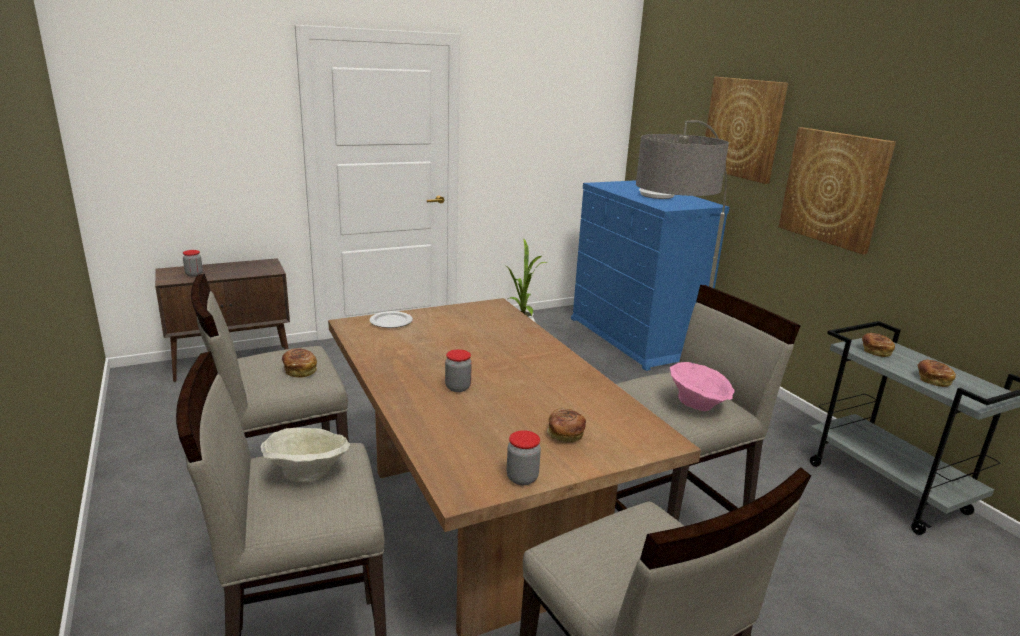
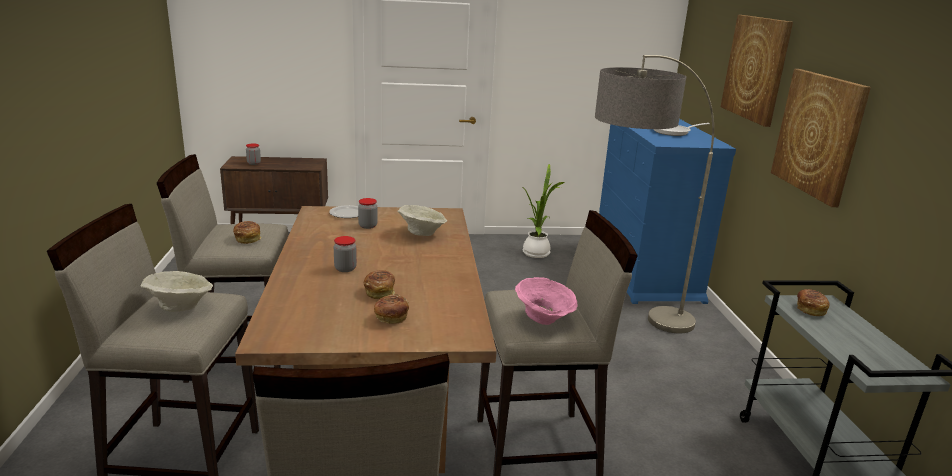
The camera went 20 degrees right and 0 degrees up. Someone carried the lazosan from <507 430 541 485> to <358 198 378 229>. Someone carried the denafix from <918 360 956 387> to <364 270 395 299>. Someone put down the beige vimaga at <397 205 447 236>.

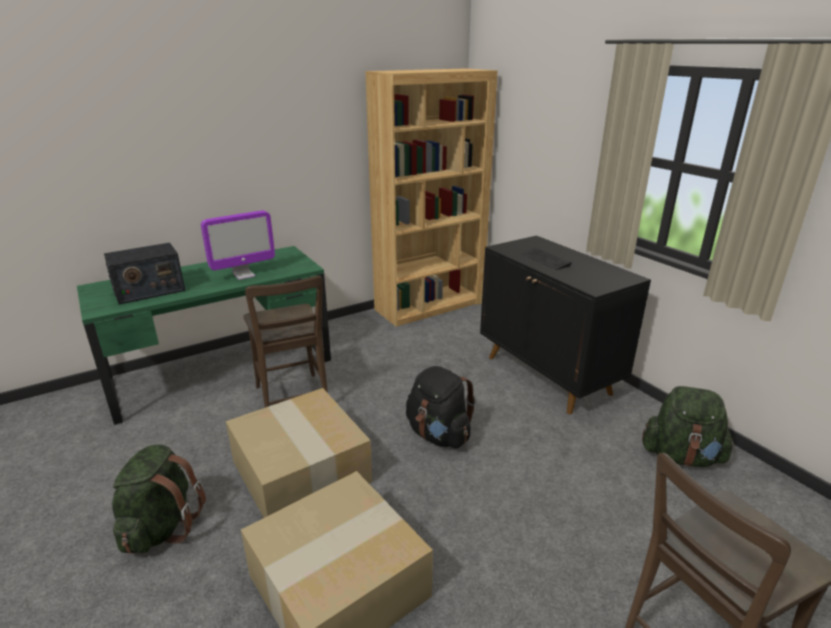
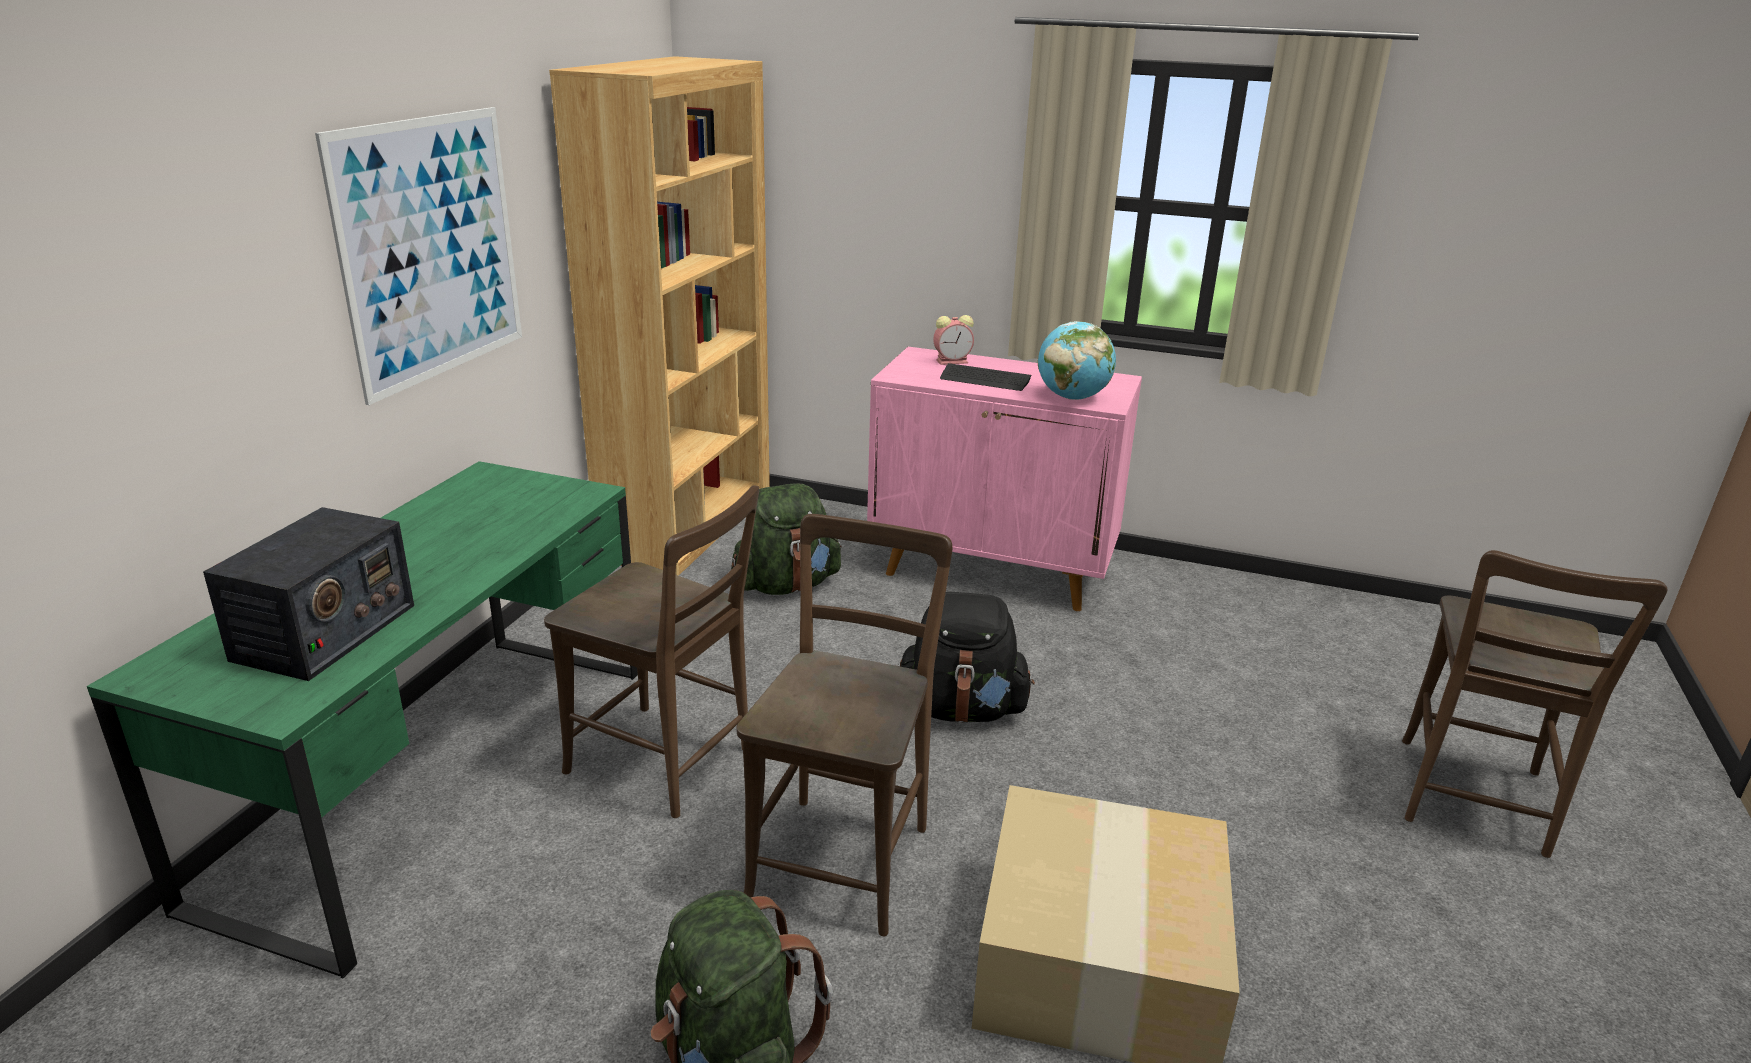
The camera went 40 degrees left and 0 degrees up. Someone put up the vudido at <315 107 522 405>. Someone carried the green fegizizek from <642 386 735 467> to <731 483 842 595>. Someone swapped the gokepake at <226 388 373 518> for the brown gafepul at <736 514 952 937>. Someone repainted the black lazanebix at <480 236 651 414>, which became the pink lazanebix at <867 347 1142 611>. Someone put down the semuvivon at <933 315 974 365>. Someone put down the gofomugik at <1038 321 1116 400>. Someone took away the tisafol at <201 210 275 280>.

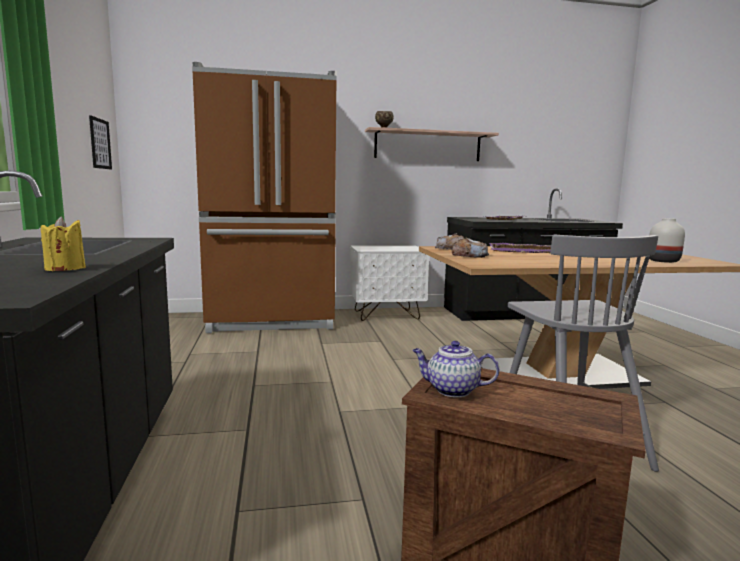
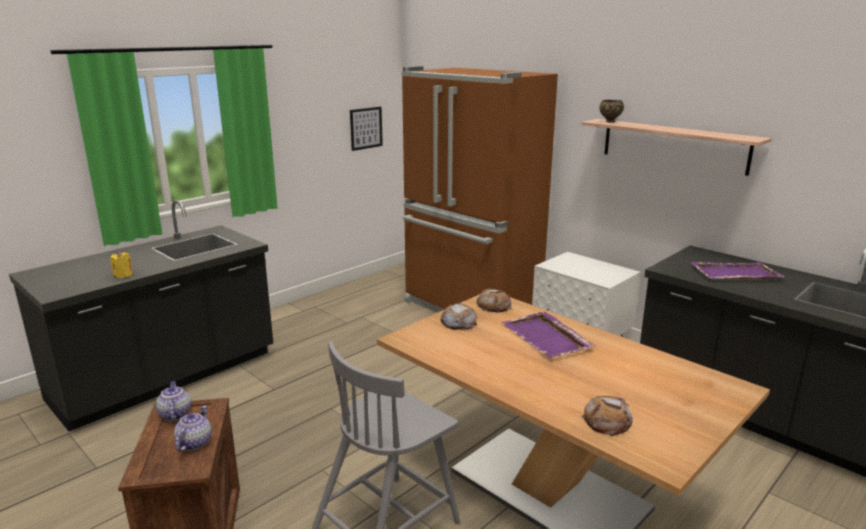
The camera went 55 degrees right and 10 degrees up. Someone put down the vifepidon at <174 406 212 452>. Someone swapped the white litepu at <649 218 685 263> for the denafix at <581 395 633 436>.

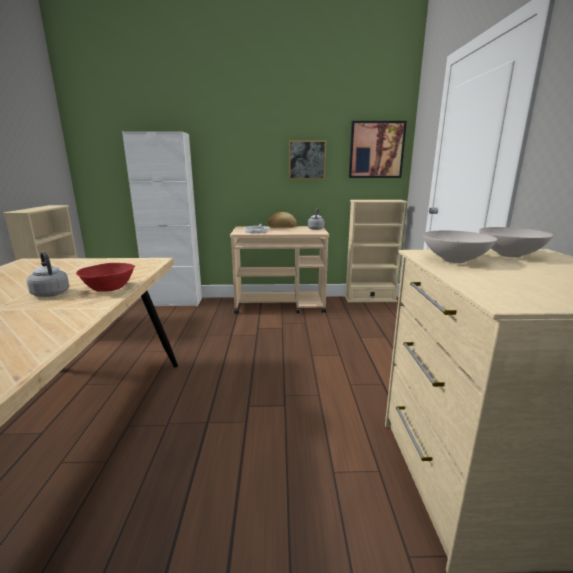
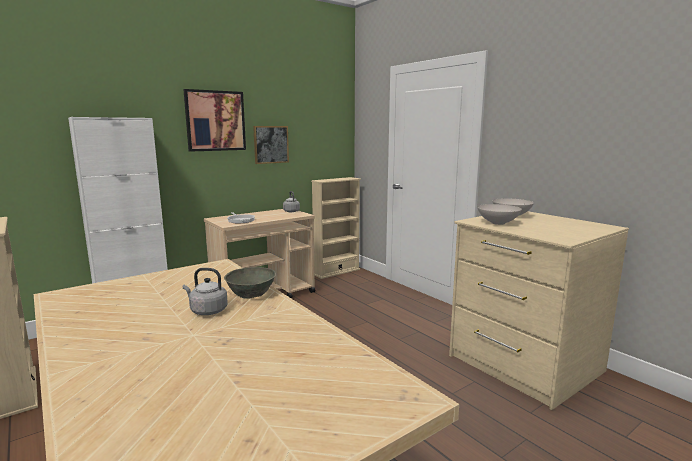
The camera went 35 degrees left and 5 degrees down. Someone carried the vudido from <349 121 407 178> to <183 89 246 152>. Someone repainted the red vimaga at <76 263 135 292>, which became the grey vimaga at <224 267 276 299>. Someone took away the denafix at <268 212 297 228>.

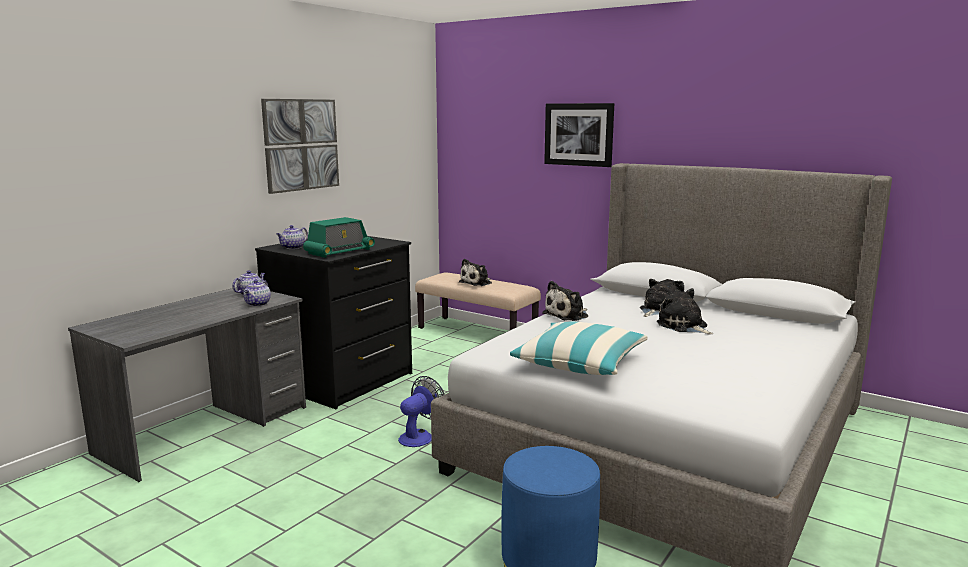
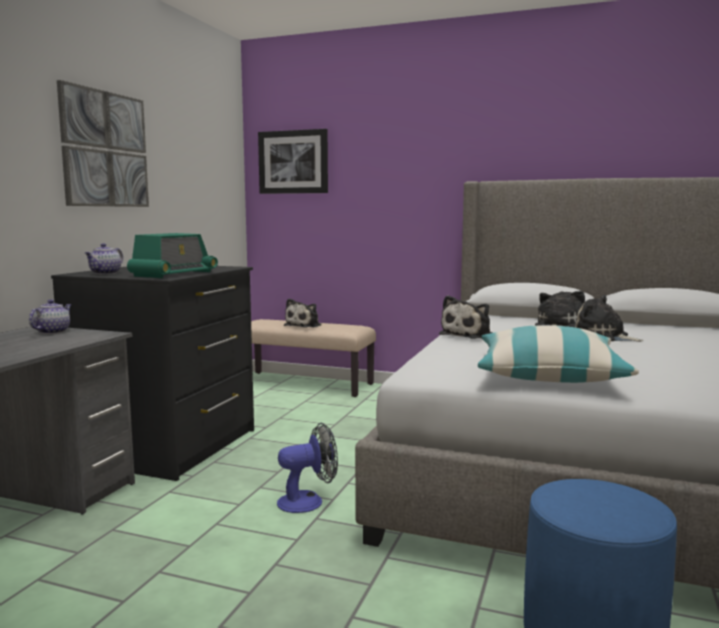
The camera went 15 degrees left and 5 degrees down. Someone carried the vudido from <544 103 614 167> to <258 129 328 194>. Someone rotated the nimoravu at <398 376 445 447> by 45 degrees clockwise. Someone took away the vifepidon at <243 280 271 306>.

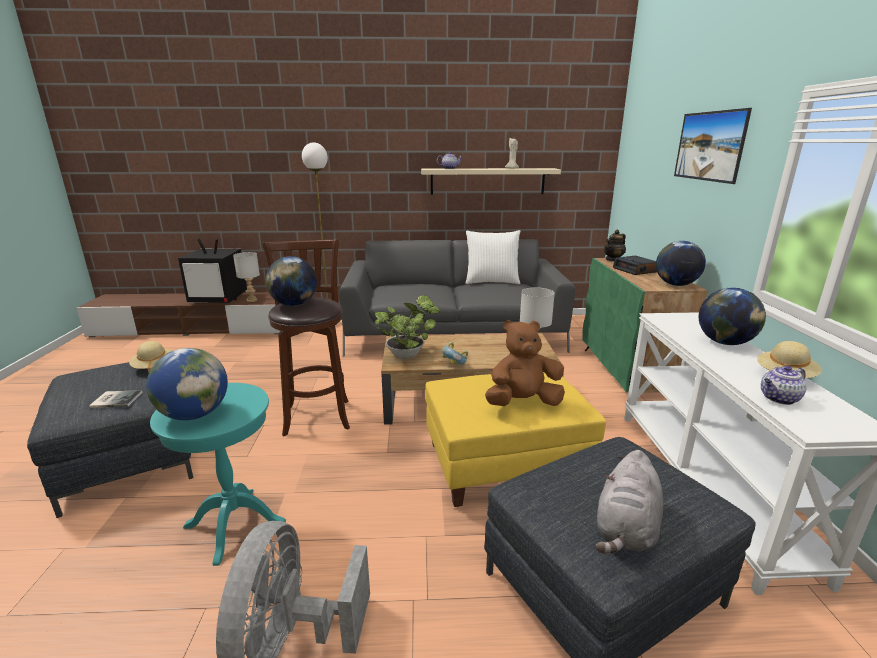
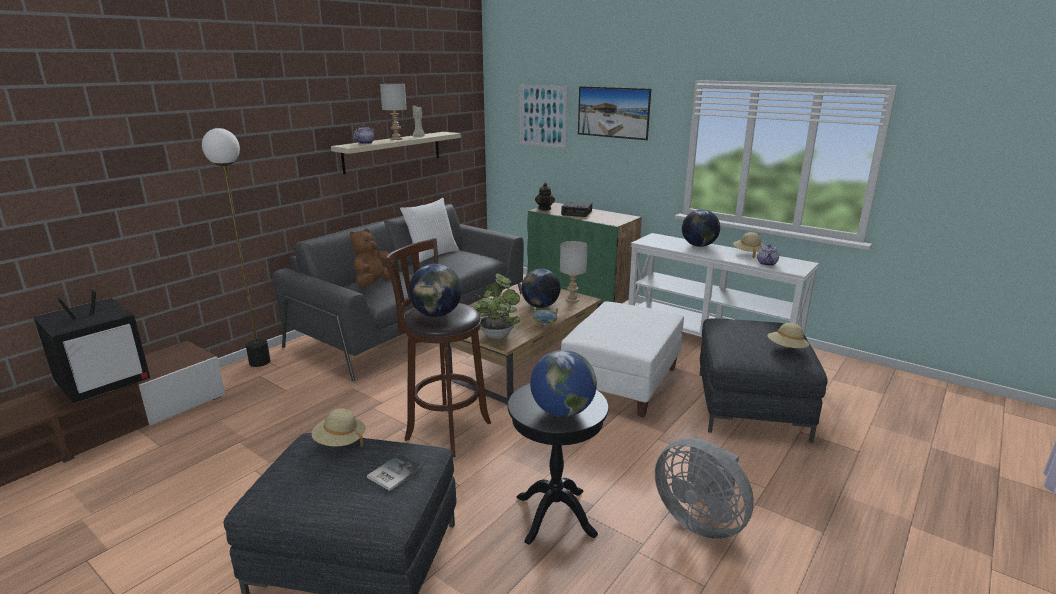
The camera went 50 degrees left and 0 degrees up. Someone carried the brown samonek from <485 320 565 406> to <350 229 391 287>. Someone carried the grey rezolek from <233 252 260 302> to <380 84 407 140>. Someone repainted the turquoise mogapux at <150 383 286 566>, which became the black mogapux at <507 383 609 545>. Someone put up the vudido at <519 85 568 148>. Someone carried the gofomugik from <656 241 706 286> to <521 269 560 308>. Someone repainted the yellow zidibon at <425 372 606 507>, which became the white zidibon at <561 301 684 417>. Someone swapped the grey samonek at <596 450 664 554> for the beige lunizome at <767 323 809 348>.

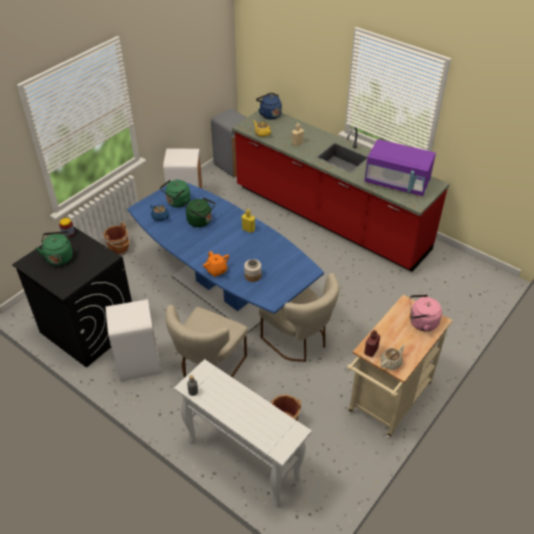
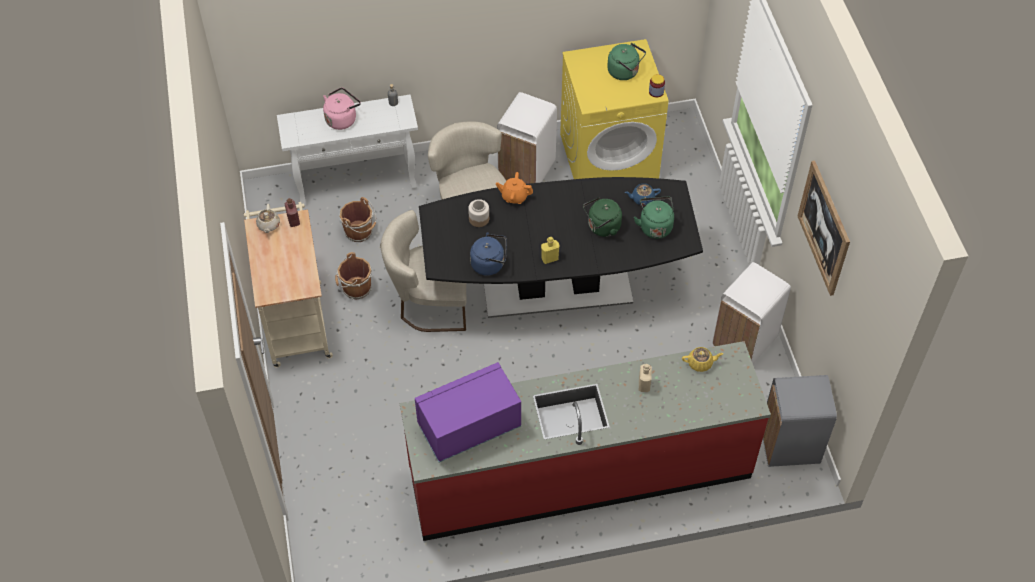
The camera went 130 degrees right and 10 degrees up. Someone carried the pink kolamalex from <410 294 442 332> to <323 87 361 130>. Someone carried the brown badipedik from <103 222 130 256> to <335 252 372 300>. Someone repainted the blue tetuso at <127 179 324 333>, which became the black tetuso at <419 177 703 318>. Someone carried the blue kolamalex from <256 93 282 120> to <470 232 507 276>. Someone repainted the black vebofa at <12 226 132 368>, which became the yellow vebofa at <560 39 669 179>. Someone put up the vudido at <798 161 850 296>.

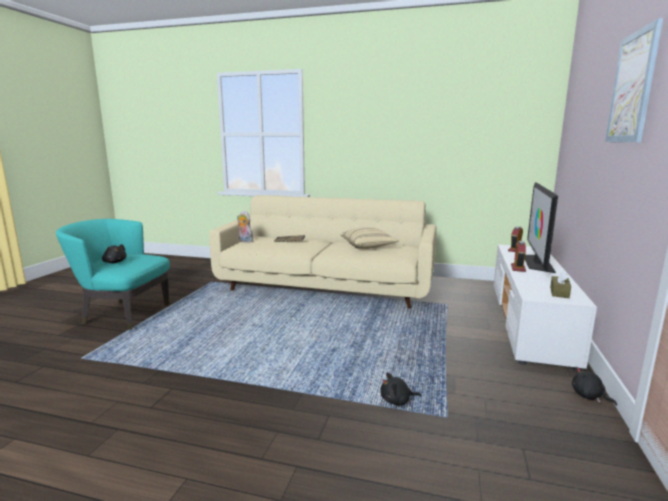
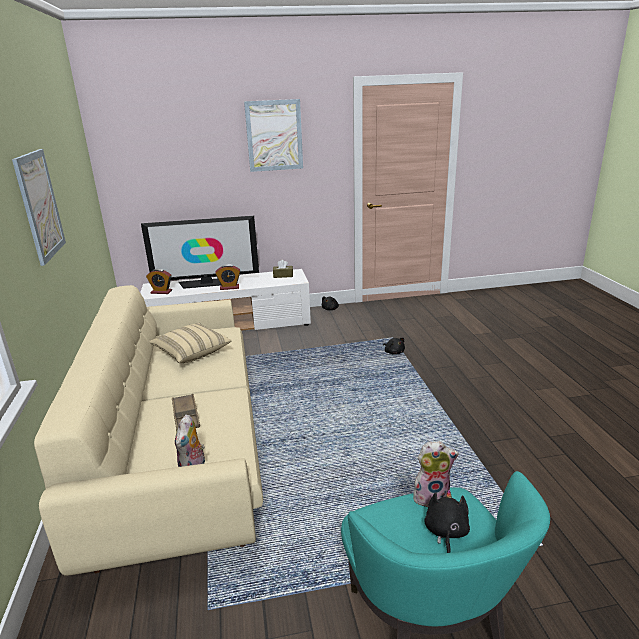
The camera went 115 degrees left and 10 degrees up. Someone put up the vudido at <12 149 66 266>. Someone put down the samonek at <413 441 459 509>.

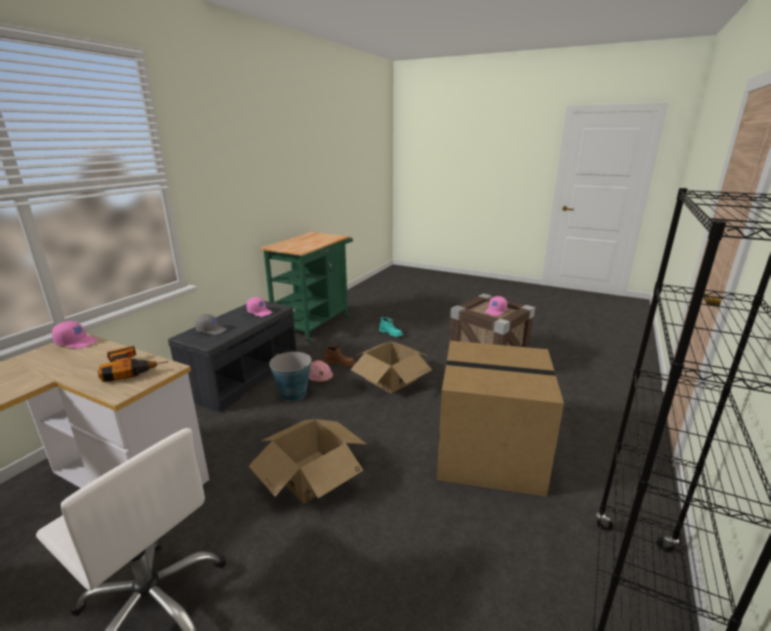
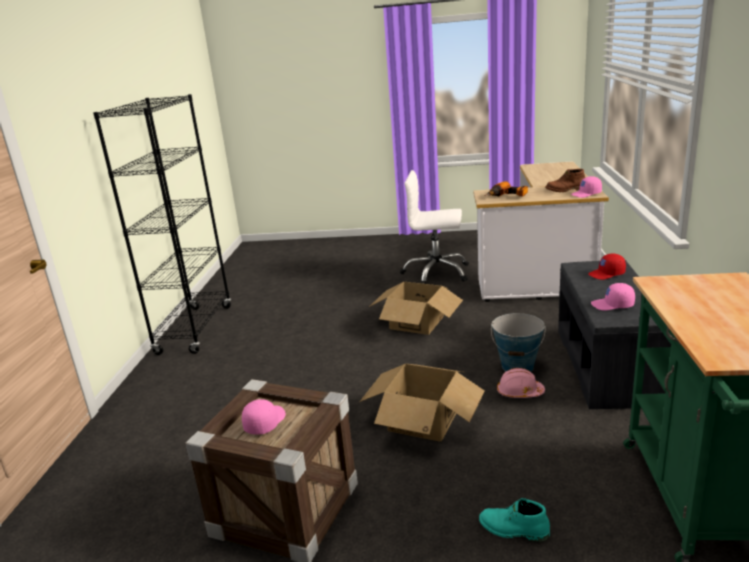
The camera went 160 degrees right and 0 degrees up. Someone carried the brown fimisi from <324 346 356 367> to <545 169 585 192>. Someone repainted the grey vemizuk at <195 314 227 335>, which became the red vemizuk at <588 253 626 280>. Someone took away the gokepake at <437 341 564 497>.

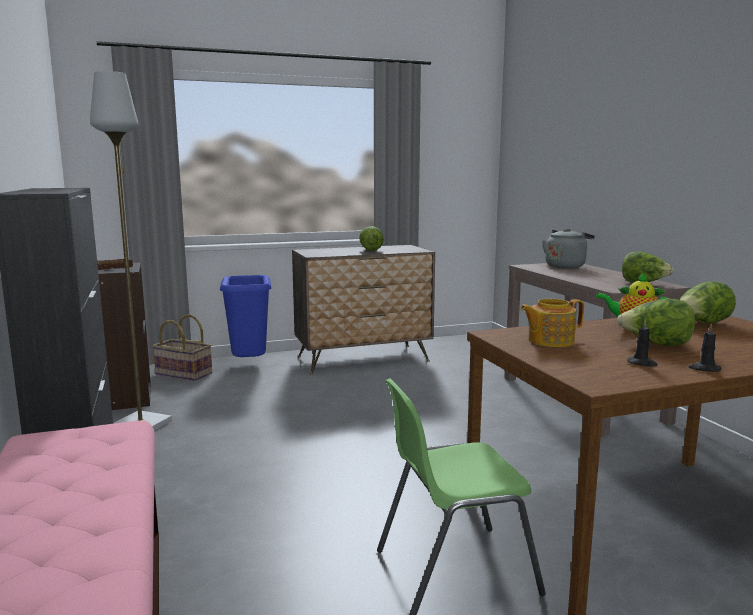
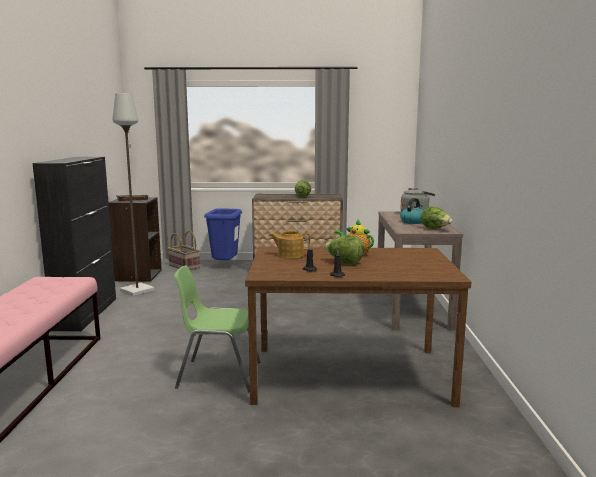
The camera went 20 degrees right and 0 degrees up. Someone put down the kolamalex at <400 198 423 224>. Someone took away the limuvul at <680 281 736 323>.

